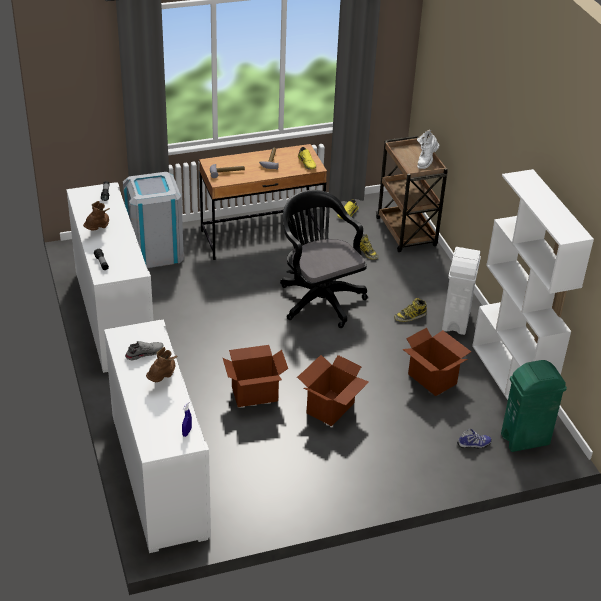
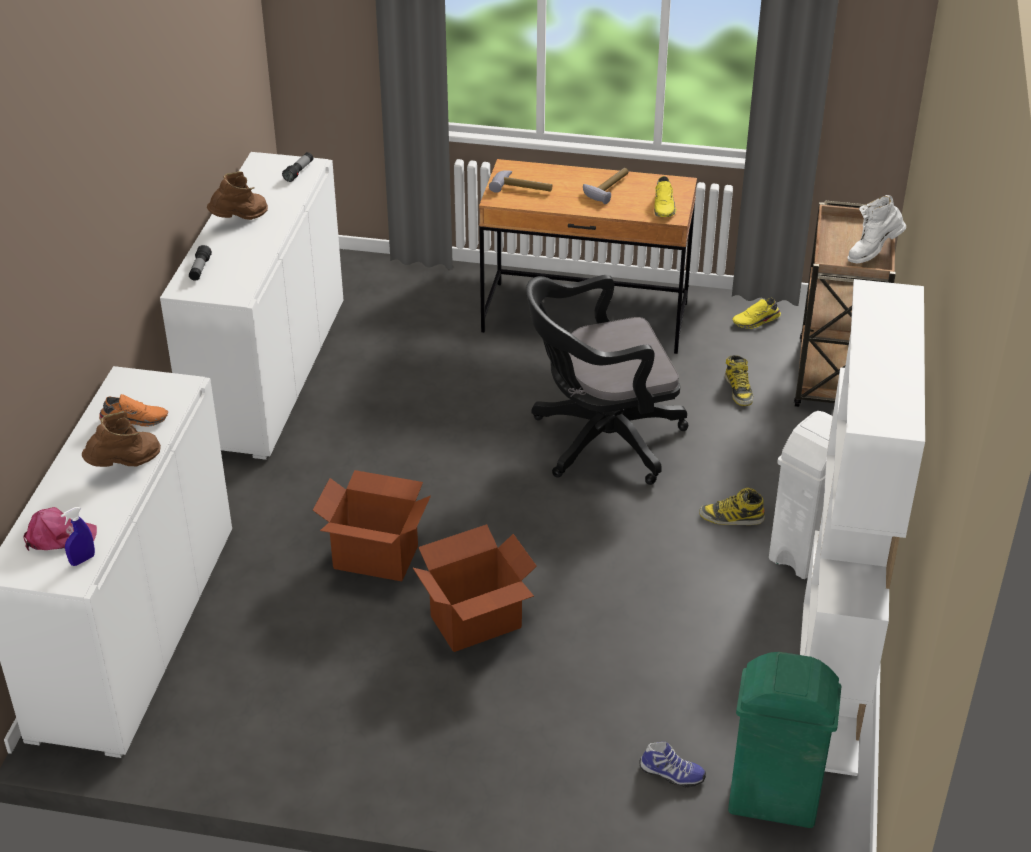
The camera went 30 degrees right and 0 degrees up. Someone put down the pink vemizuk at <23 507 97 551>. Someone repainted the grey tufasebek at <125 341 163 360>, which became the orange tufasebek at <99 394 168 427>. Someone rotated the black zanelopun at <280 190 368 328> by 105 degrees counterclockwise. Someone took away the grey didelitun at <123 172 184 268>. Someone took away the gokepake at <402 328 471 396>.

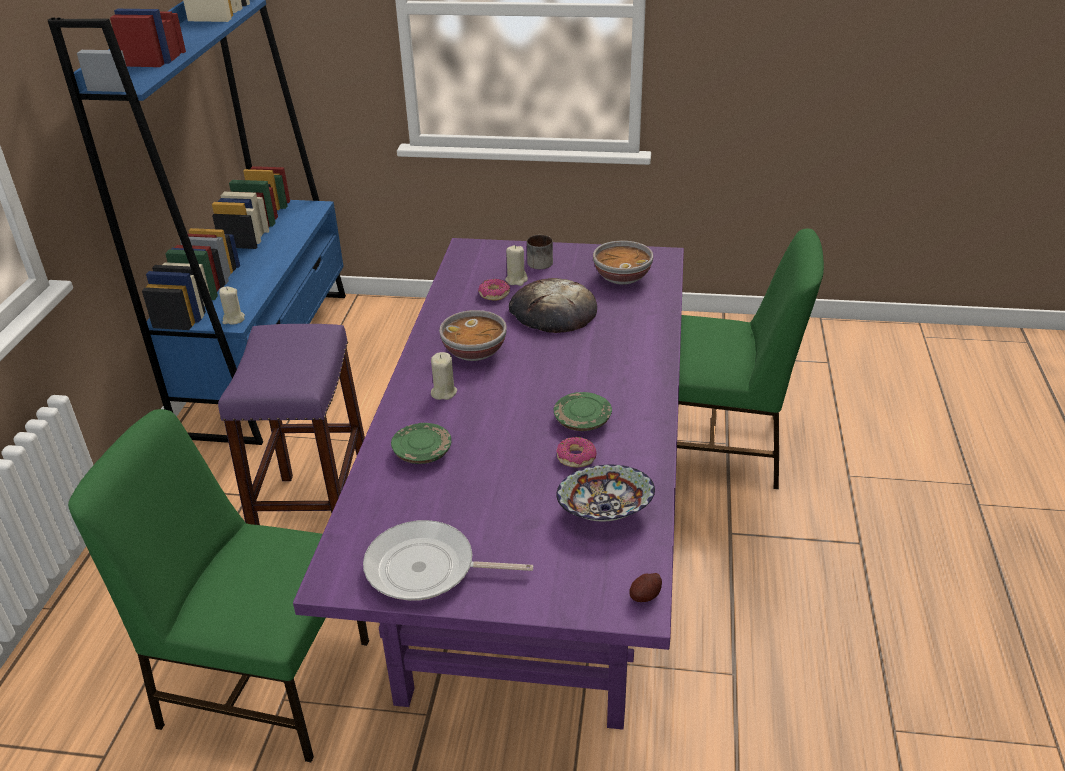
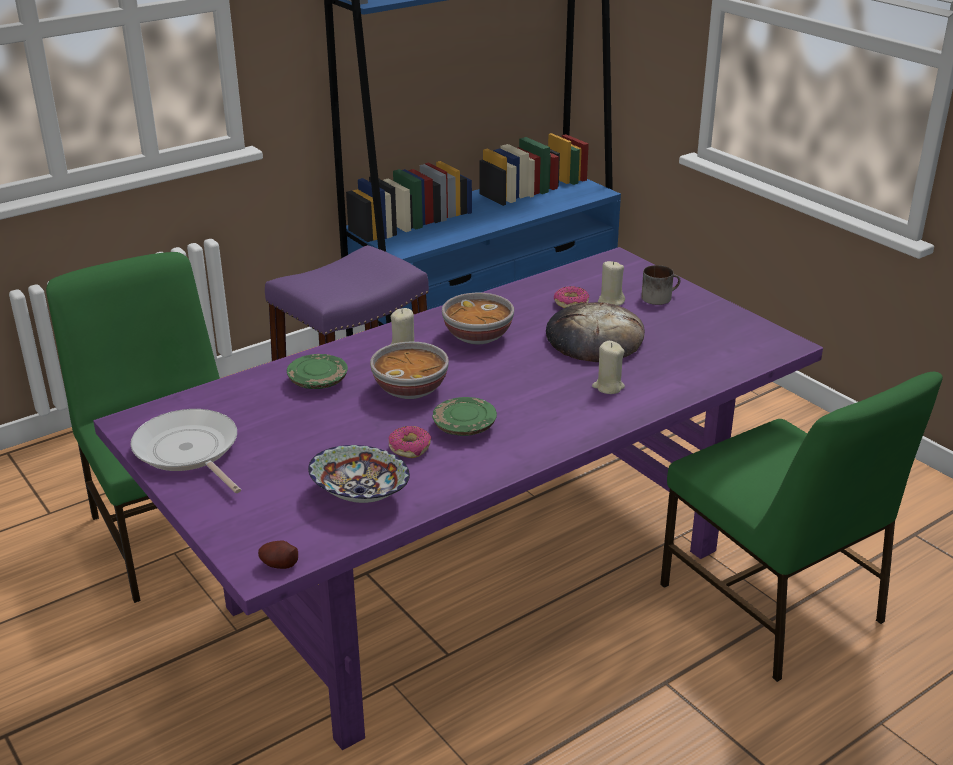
The camera went 45 degrees right and 5 degrees down. Someone carried the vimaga from <593 241 653 285> to <370 341 449 399>. Someone carried the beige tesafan from <219 287 245 325> to <592 341 625 394>.

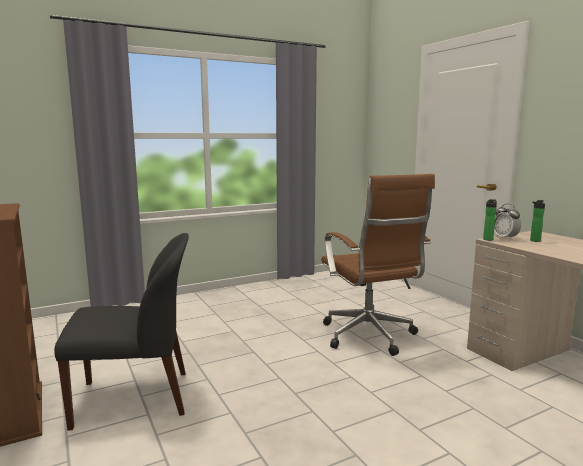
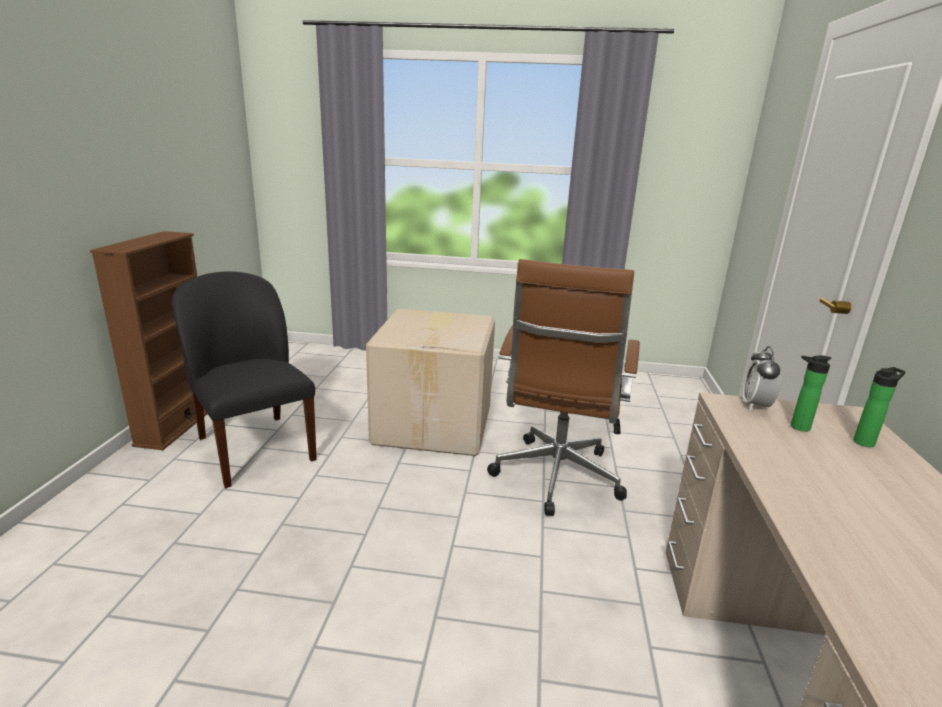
The camera went 35 degrees right and 10 degrees up. Someone rotated the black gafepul at <54 233 189 431> by 150 degrees counterclockwise. Someone put down the gokepake at <366 309 495 456>. Someone carried the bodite from <483 199 497 241> to <853 367 906 447>.

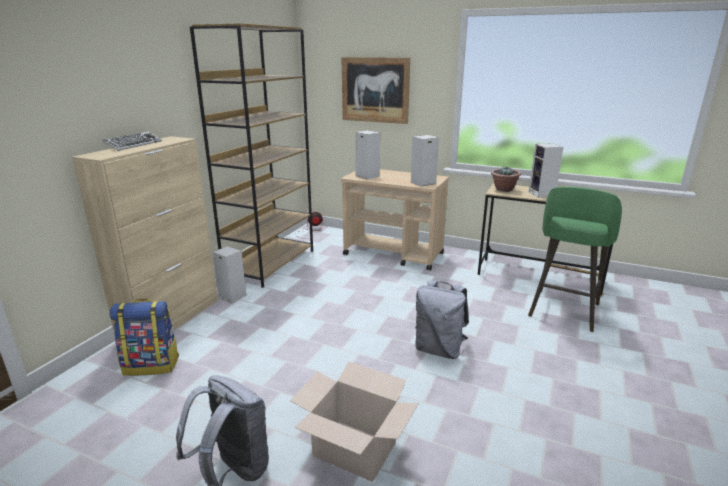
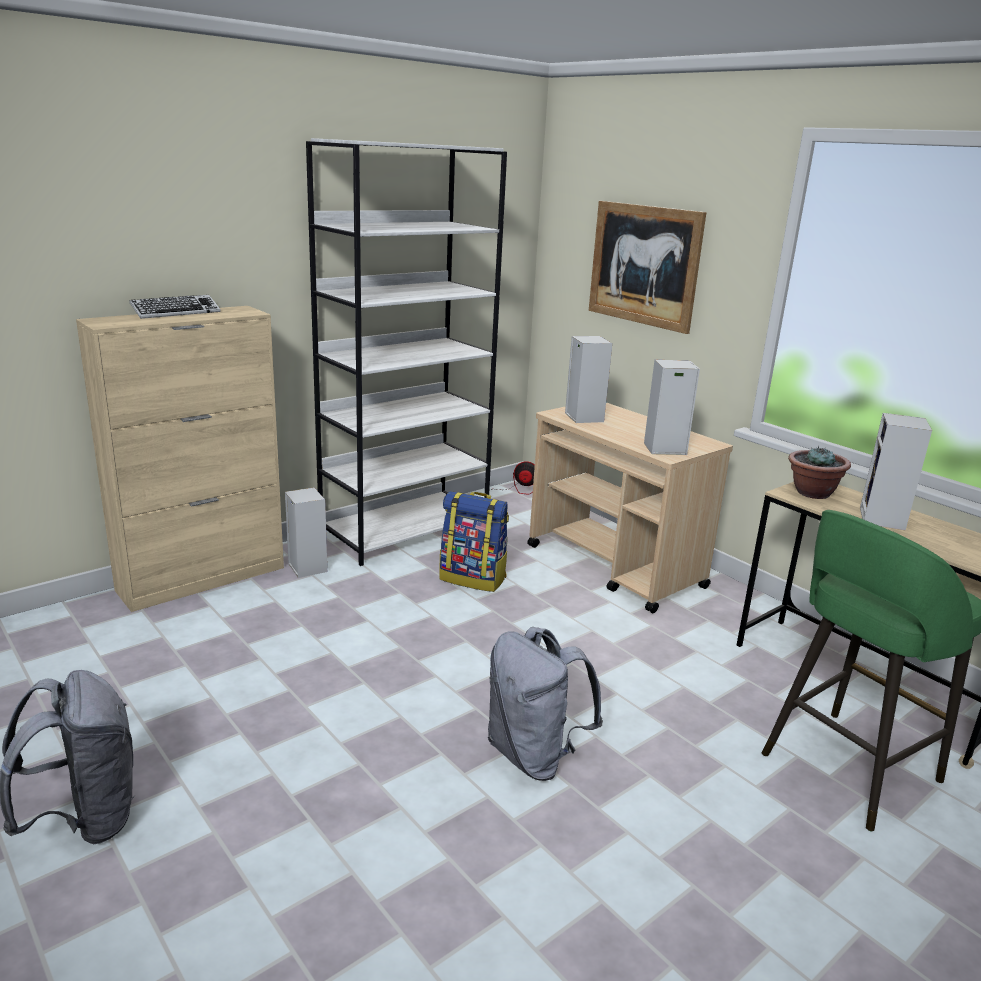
The camera went 25 degrees right and 0 degrees up. Someone repainted the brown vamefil at <190 23 313 288>, which became the white vamefil at <306 138 507 566>. Someone carried the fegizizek from <109 298 179 376> to <440 491 509 592>. Someone took away the gokepake at <290 362 419 482>.

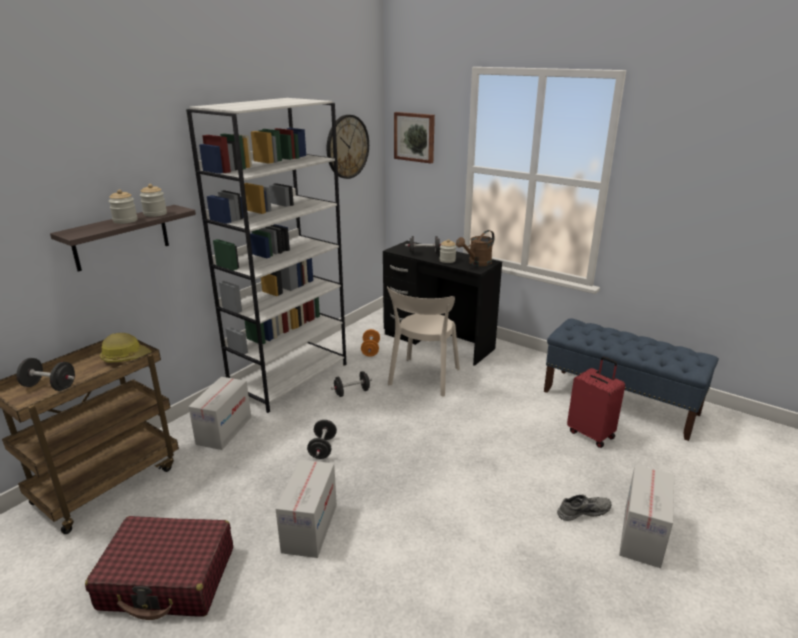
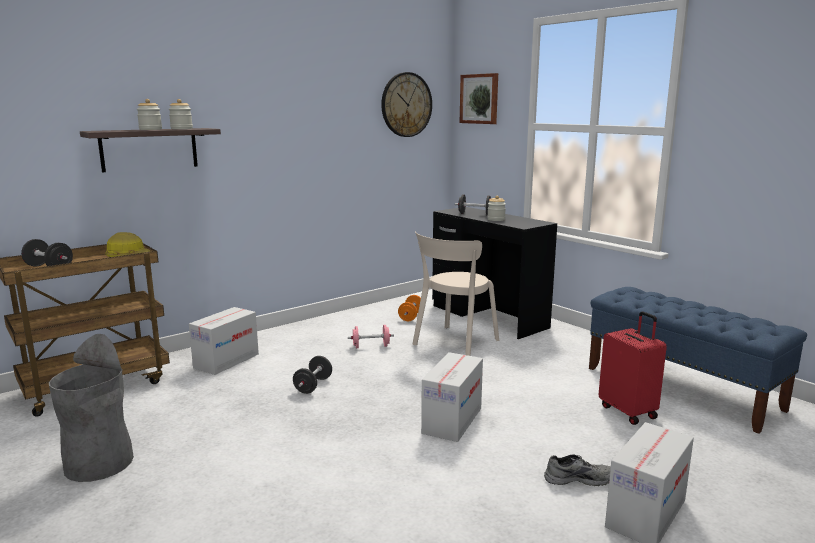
The camera went 15 degrees right and 10 degrees down. Someone swapped the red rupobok at <85 516 233 620> for the grey didelitun at <49 334 134 482>. Someone repainted the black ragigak at <331 371 372 397>, which became the pink ragigak at <348 325 394 348>. Someone carried the gokepake from <276 460 337 558> to <421 352 483 442>. Someone took away the white vamefil at <186 98 346 413>. Someone took away the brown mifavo at <456 230 494 266>.

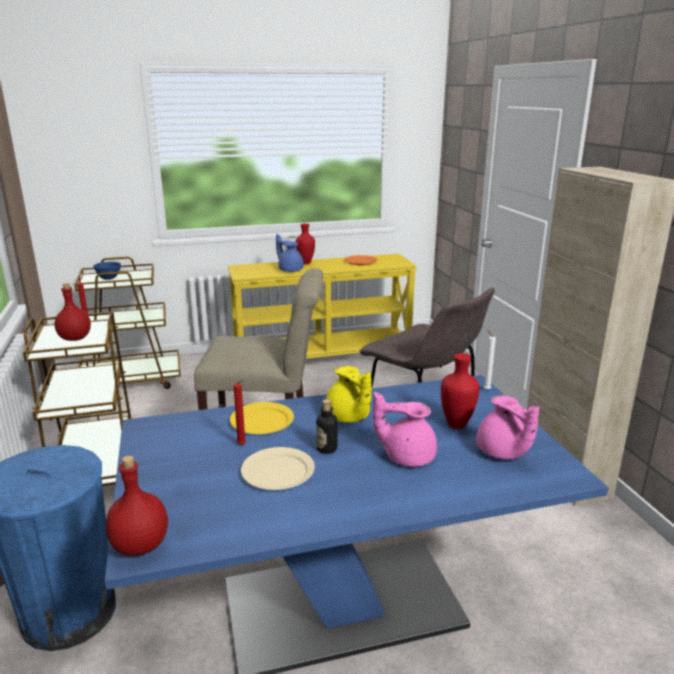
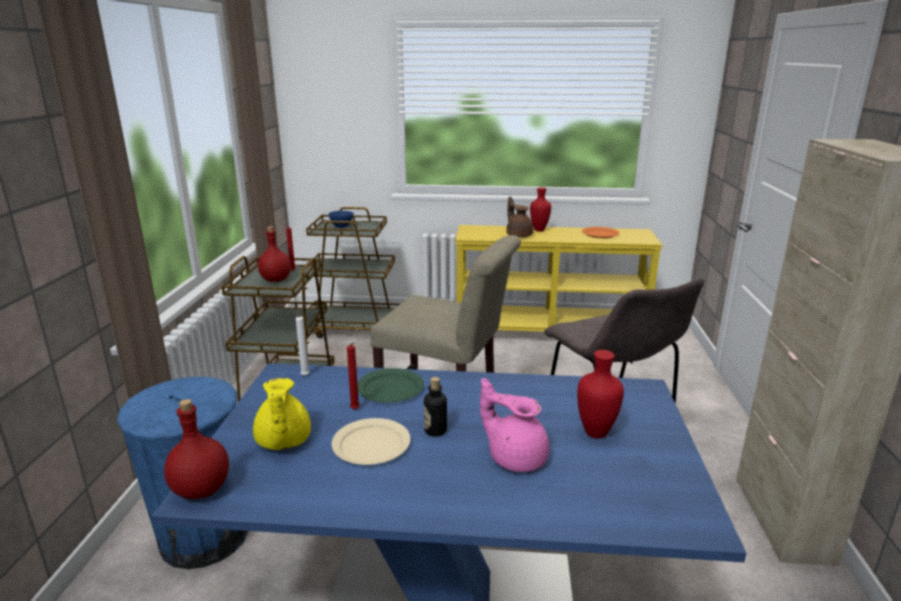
The camera went 20 degrees right and 0 degrees up. Someone carried the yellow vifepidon from <326 366 372 423> to <253 378 311 450>. Someone carried the white tesafan from <483 330 496 390> to <296 309 309 376>. Someone repainted the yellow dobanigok at <230 402 294 434>, which became the green dobanigok at <357 368 424 403>. Someone repainted the blue vifepidon at <276 234 304 272>, which became the brown vifepidon at <506 197 533 238>. Someone took away the pink vifepidon at <476 396 539 459>.

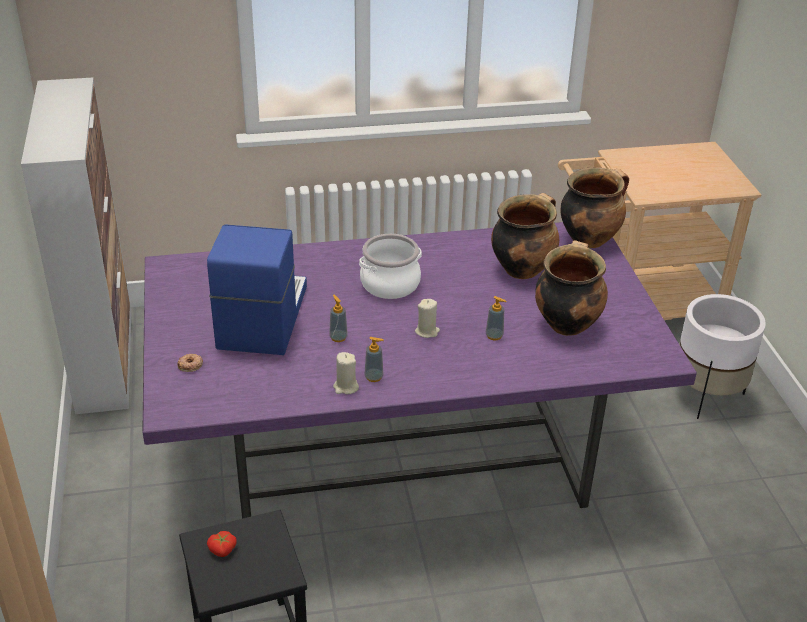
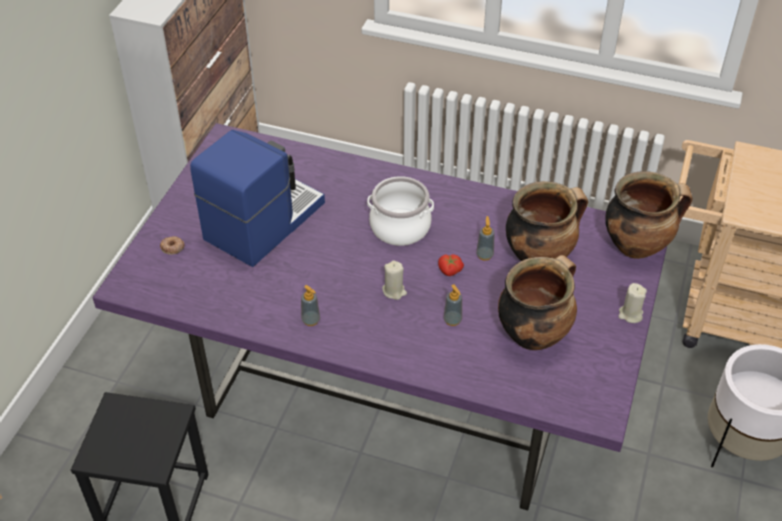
The camera went 30 degrees right and 10 degrees up. Someone carried the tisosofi from <207 531 237 557> to <438 254 464 276>. Someone carried the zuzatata from <329 295 348 342> to <476 216 495 261>. Someone carried the beige tesafan from <333 352 359 394> to <618 283 647 323>.

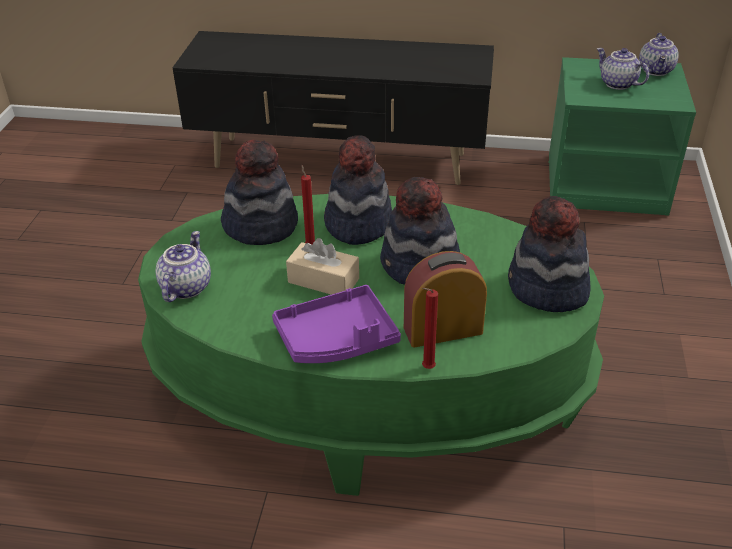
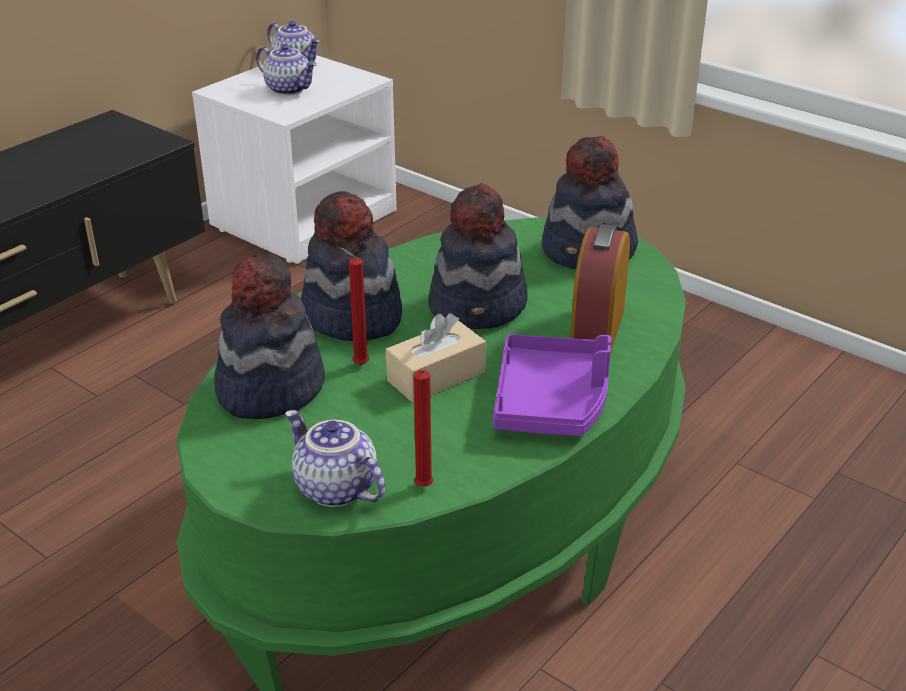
The camera went 60 degrees left and 5 degrees down. Someone repainted the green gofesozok at <548 57 696 216>, which became the white gofesozok at <192 55 397 264>. Someone rotated the vifepidon at <597 48 649 90> by 135 degrees counterclockwise. Someone carried the red tesafan from <422 288 438 369> to <413 368 433 487>.

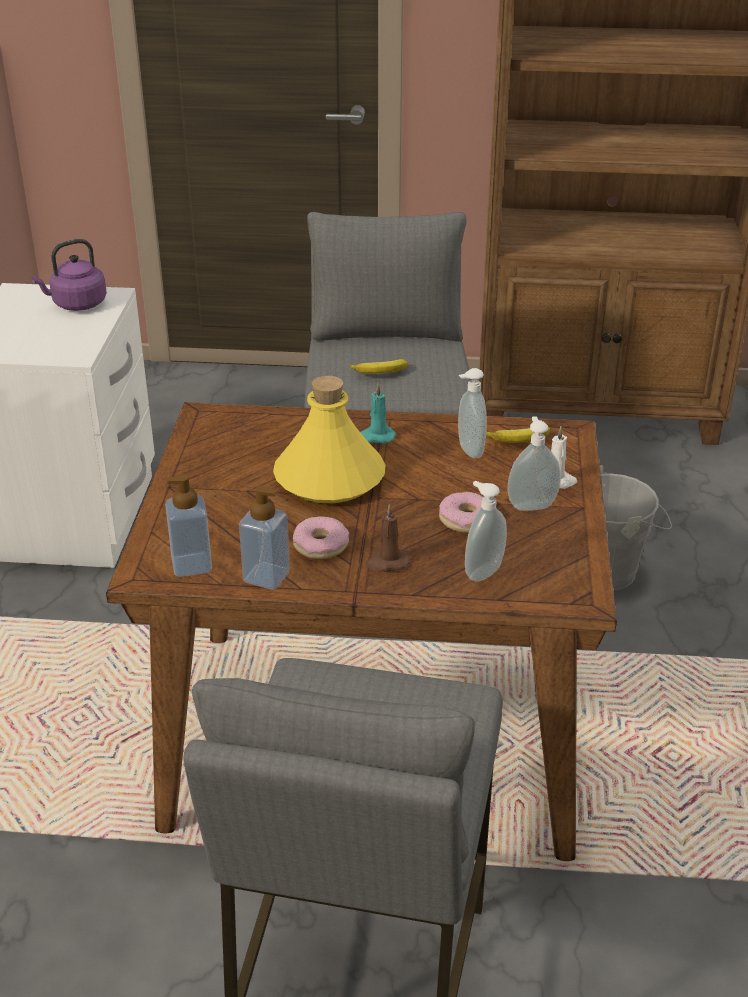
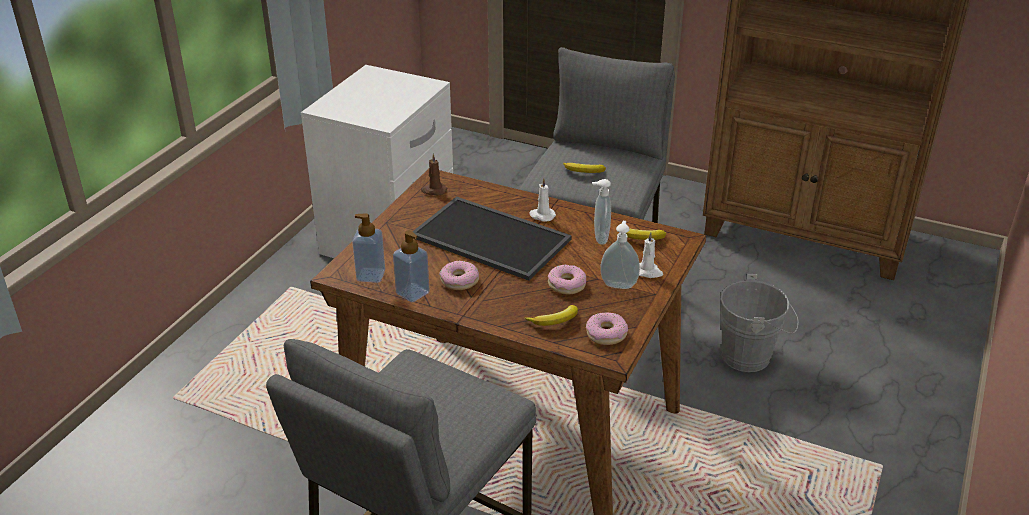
The camera went 20 degrees right and 0 degrees up. Someone swapped the yellow bodite at <273 376 385 503> for the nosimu at <412 197 572 281>. Someone carried the brown tesafan from <366 504 409 572> to <421 153 447 196>. Someone swapped the zuzatata at <465 481 507 582> for the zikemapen at <525 305 578 326>. Someone repainted the turquoise tesafan at <360 383 396 444>, which became the white tesafan at <529 178 556 222>. Someone put down the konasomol at <586 312 628 345>. Someone took away the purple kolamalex at <32 239 107 311>.

